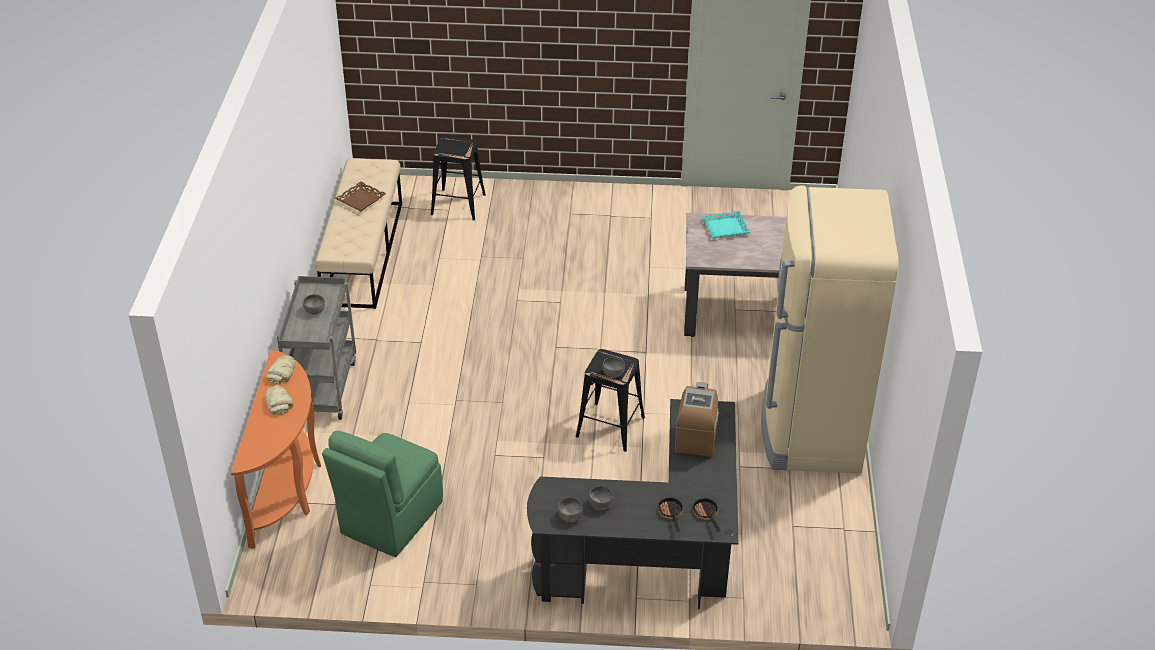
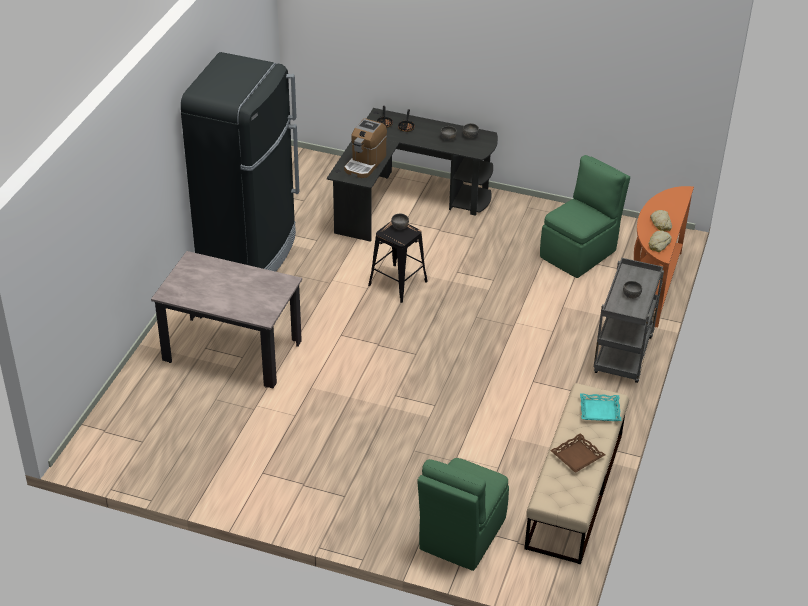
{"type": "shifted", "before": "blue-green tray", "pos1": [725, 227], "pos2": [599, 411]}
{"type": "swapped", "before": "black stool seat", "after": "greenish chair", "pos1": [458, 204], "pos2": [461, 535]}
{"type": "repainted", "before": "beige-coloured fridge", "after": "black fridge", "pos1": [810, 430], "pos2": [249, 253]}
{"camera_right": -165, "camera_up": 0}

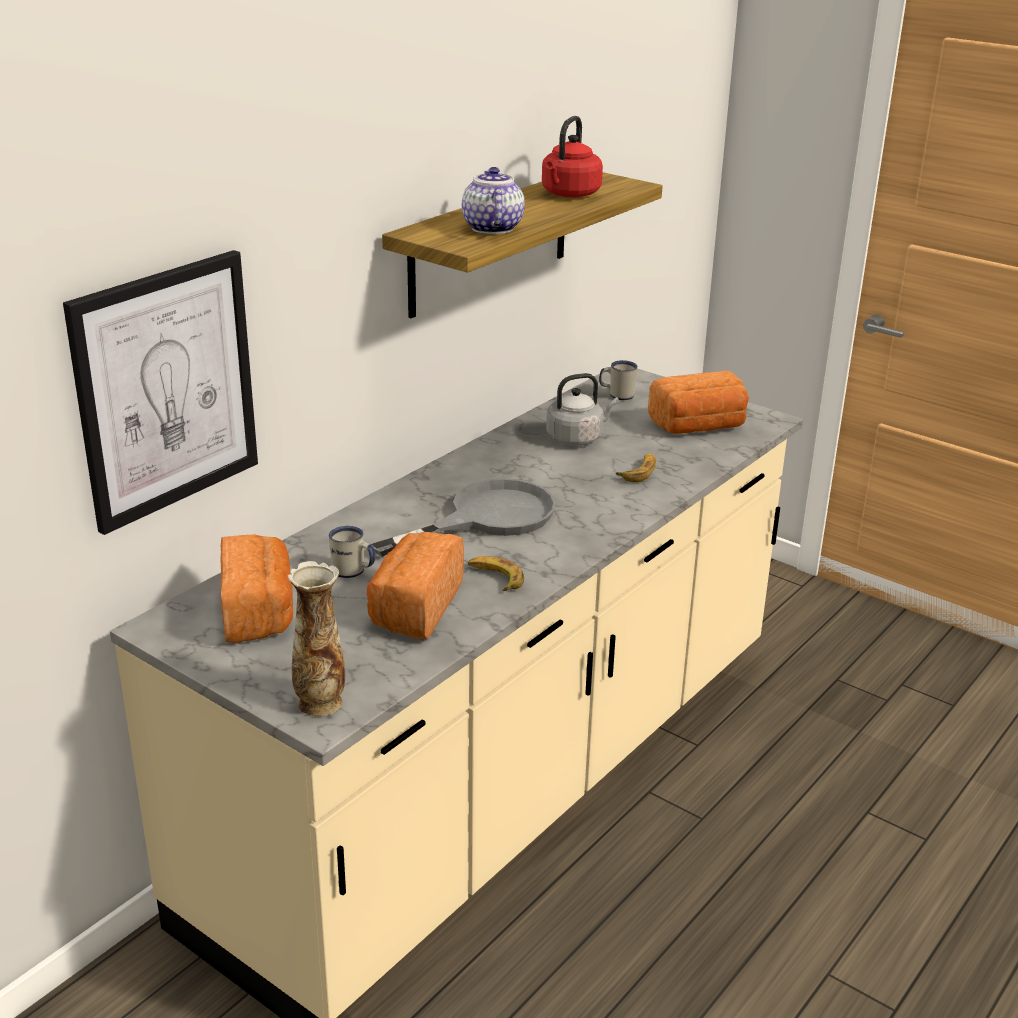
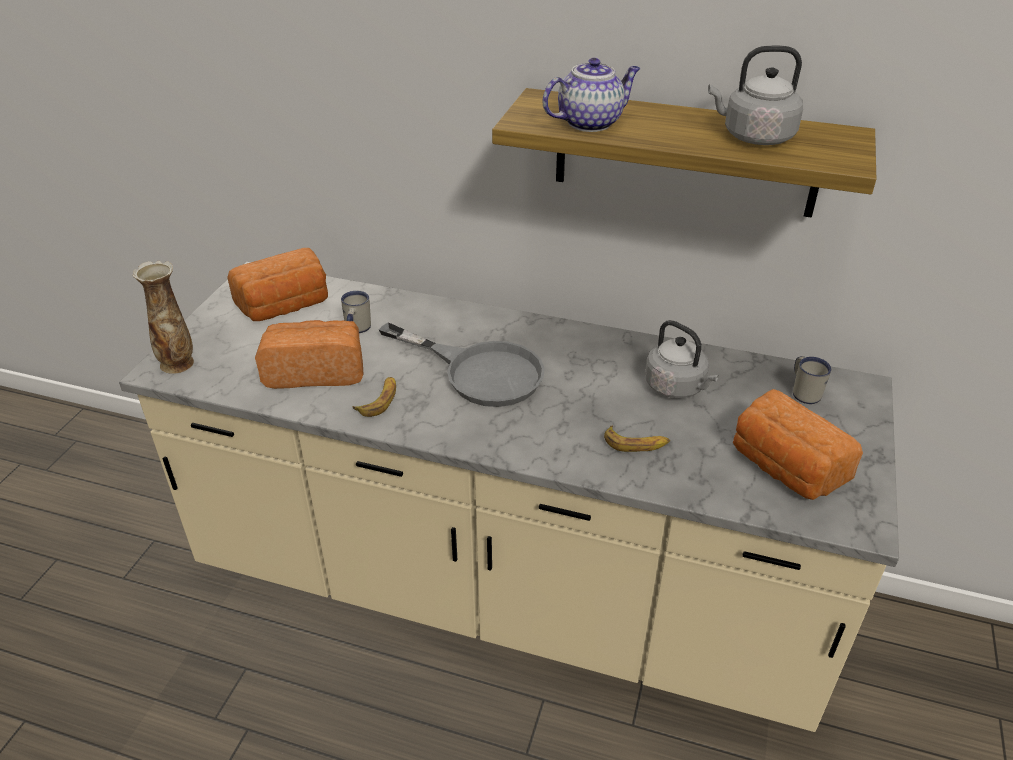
{"type": "gone", "before": "wall picture", "pos1": [166, 389]}
{"type": "repainted", "before": "red-coloured kettle", "after": "gray kettle", "pos1": [569, 194], "pos2": [754, 137]}
{"camera_right": 70, "camera_up": 10}

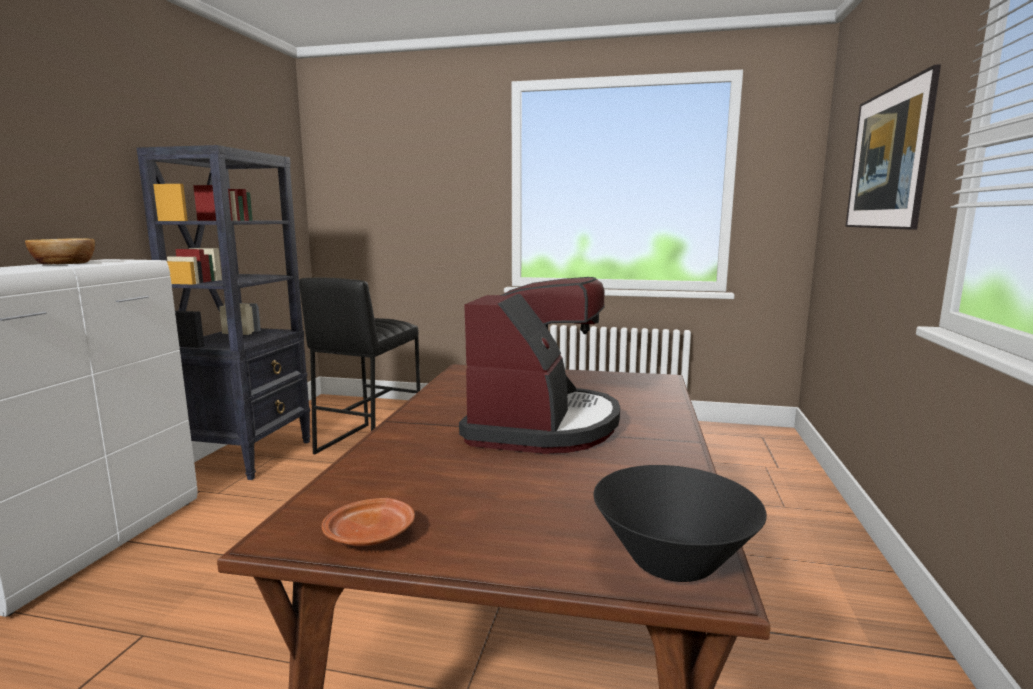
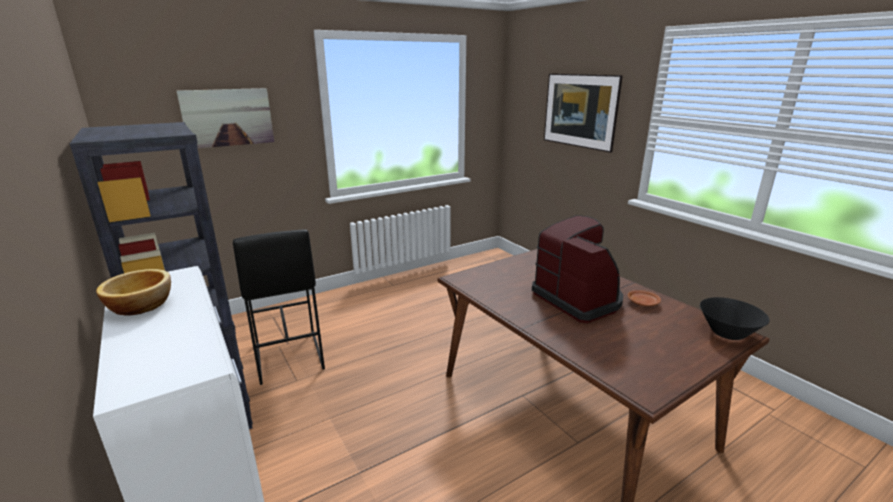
{"type": "new", "after": "wall picture", "pos2": [228, 117]}
{"type": "shifted", "before": "brown flat dish", "pos1": [371, 535], "pos2": [643, 303]}
{"camera_right": -45, "camera_up": 10}

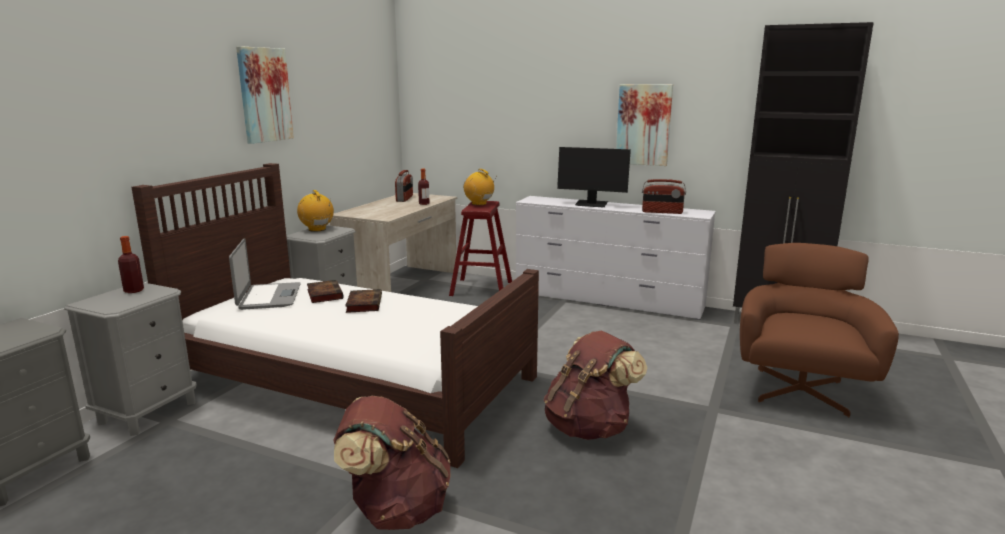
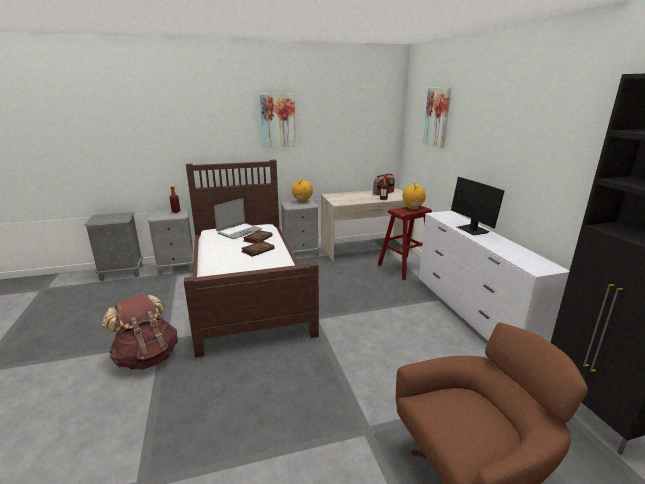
{"type": "gone", "before": "brown rucksack", "pos1": [589, 427]}
{"type": "gone", "before": "radio set", "pos1": [662, 212]}
{"type": "shifted", "before": "wall picture", "pos1": [643, 124], "pos2": [437, 117]}
{"camera_right": 50, "camera_up": 5}

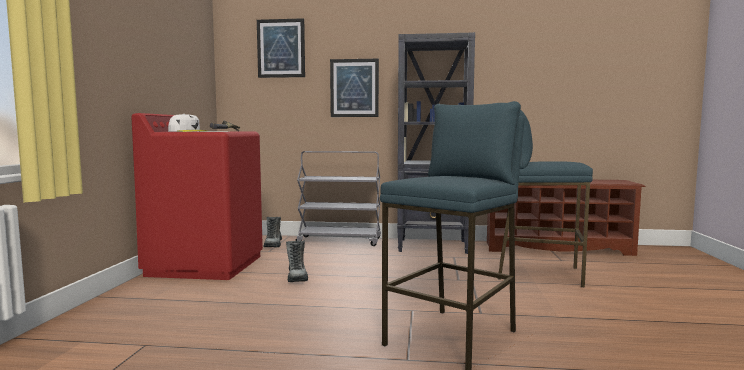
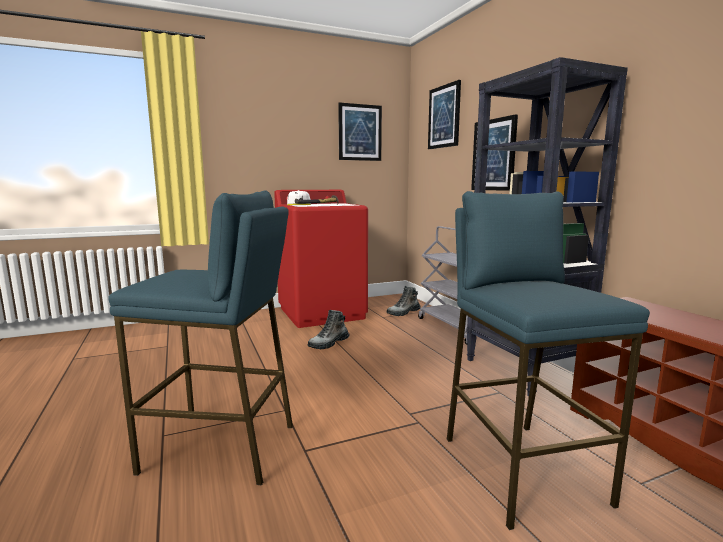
{"type": "new", "after": "wall picture", "pos2": [359, 132]}
{"camera_right": 60, "camera_up": 5}

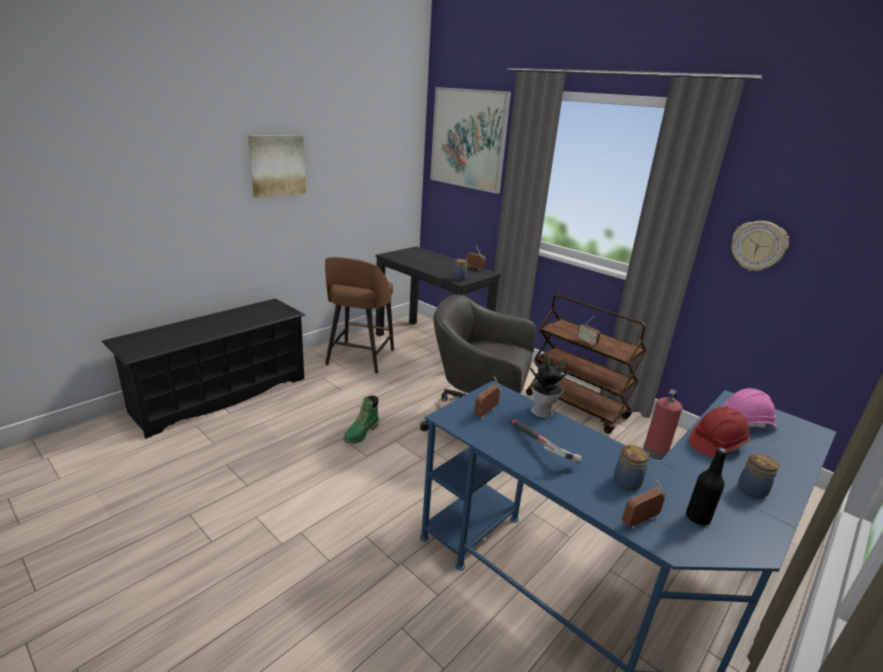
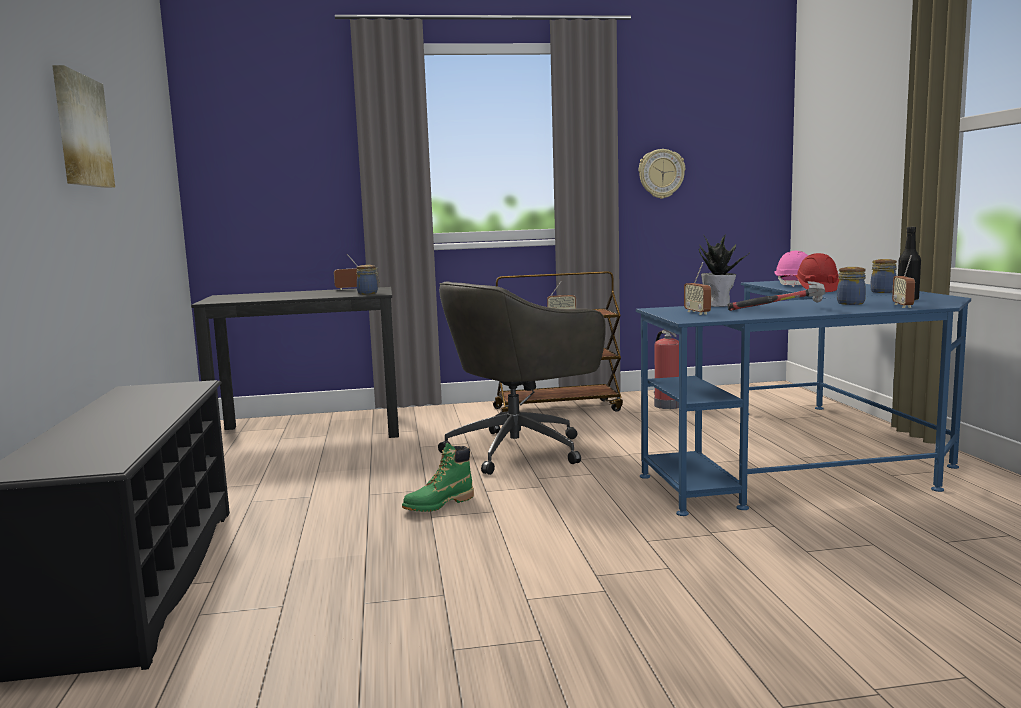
{"type": "gone", "before": "brown stool seat", "pos1": [359, 358]}
{"type": "gone", "before": "wall picture", "pos1": [468, 139]}
{"type": "rotated", "before": "greenish tall boot", "pos1": [361, 433], "pos2": [438, 505], "turn": 75}
{"camera_right": -50, "camera_up": -15}

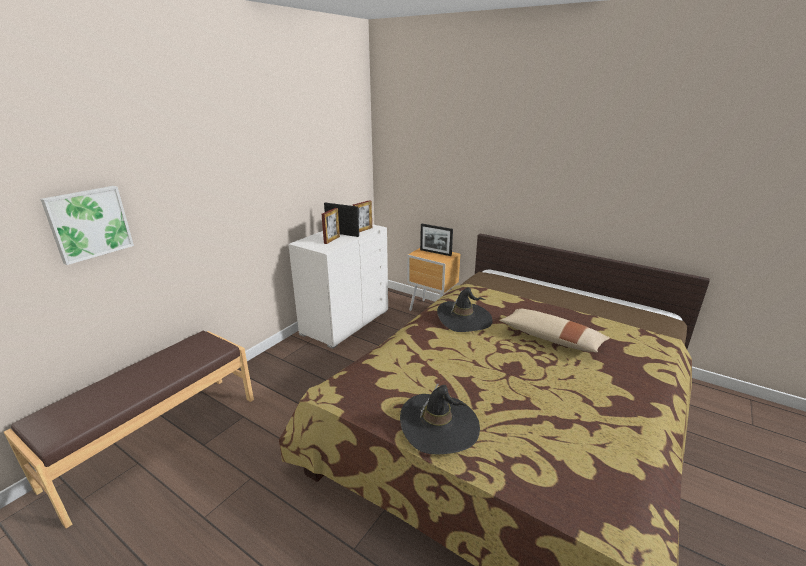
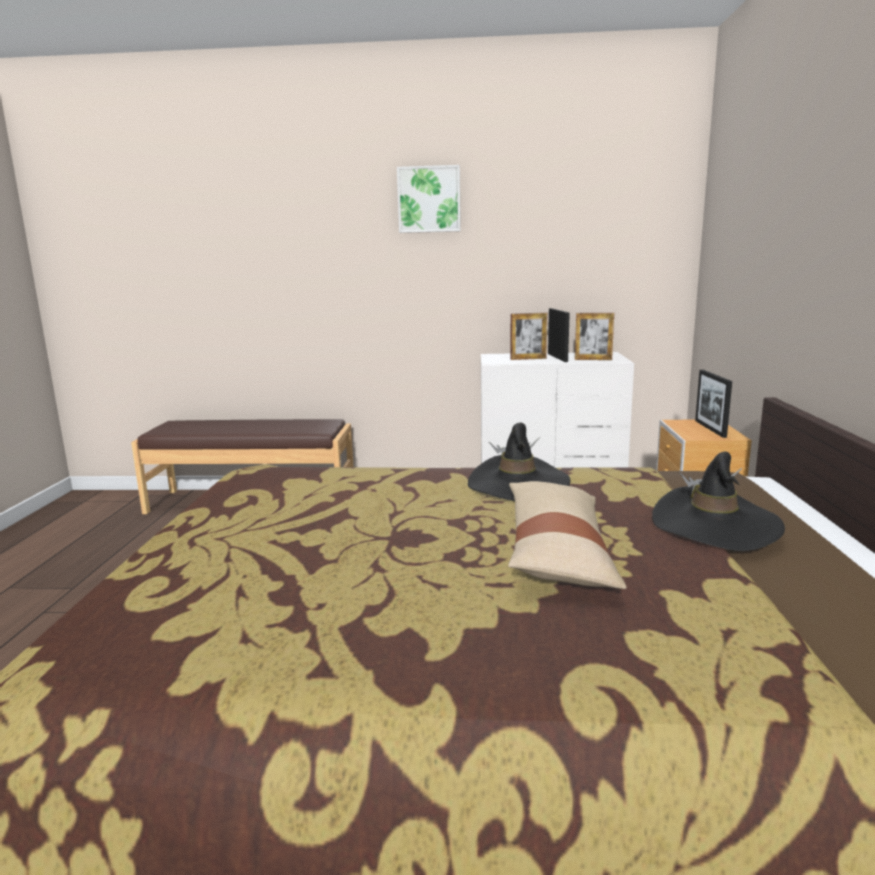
{"type": "shifted", "before": "wall picture", "pos1": [89, 223], "pos2": [429, 199]}
{"type": "shifted", "before": "black clothing hat", "pos1": [439, 426], "pos2": [715, 525]}
{"camera_right": 60, "camera_up": -10}

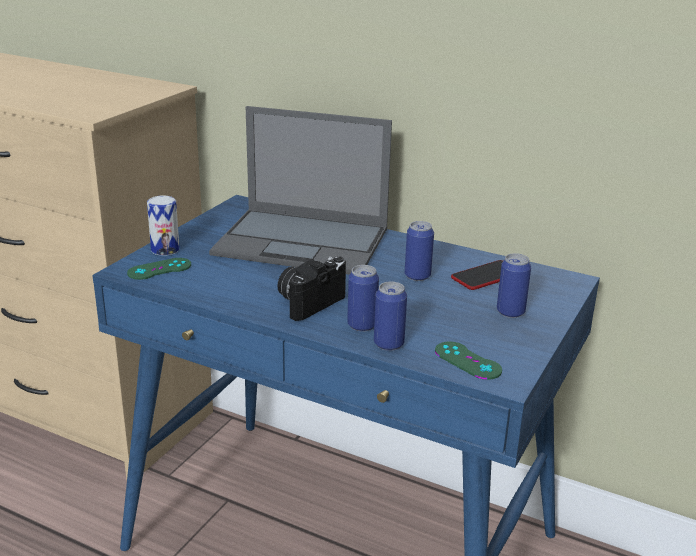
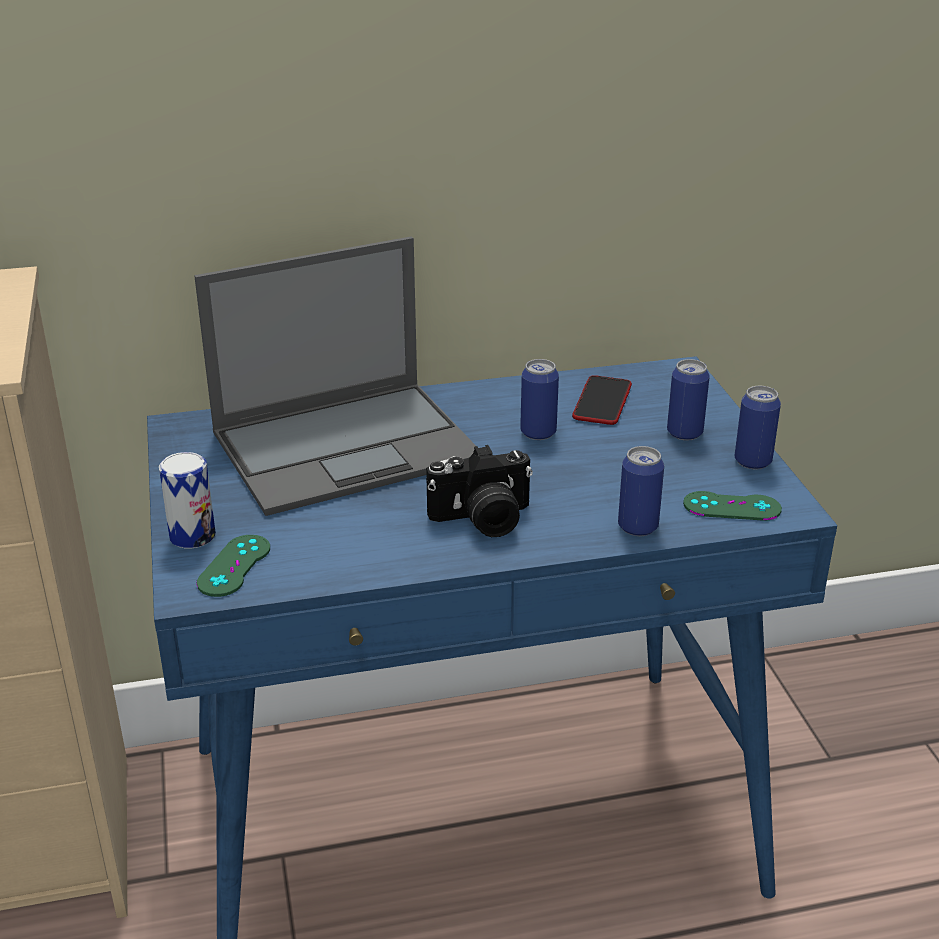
{"type": "shifted", "before": "metal can", "pos1": [362, 325], "pos2": [752, 461]}
{"type": "rotated", "before": "photo camera", "pos1": [308, 302], "pos2": [482, 520], "turn": -105}
{"camera_right": -40, "camera_up": 5}

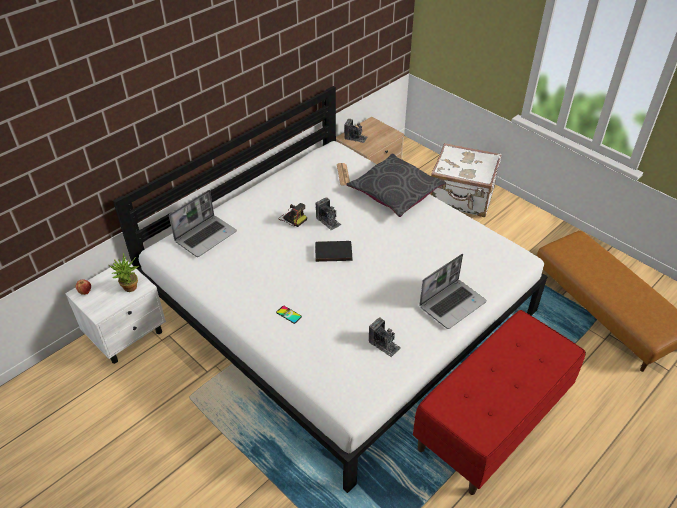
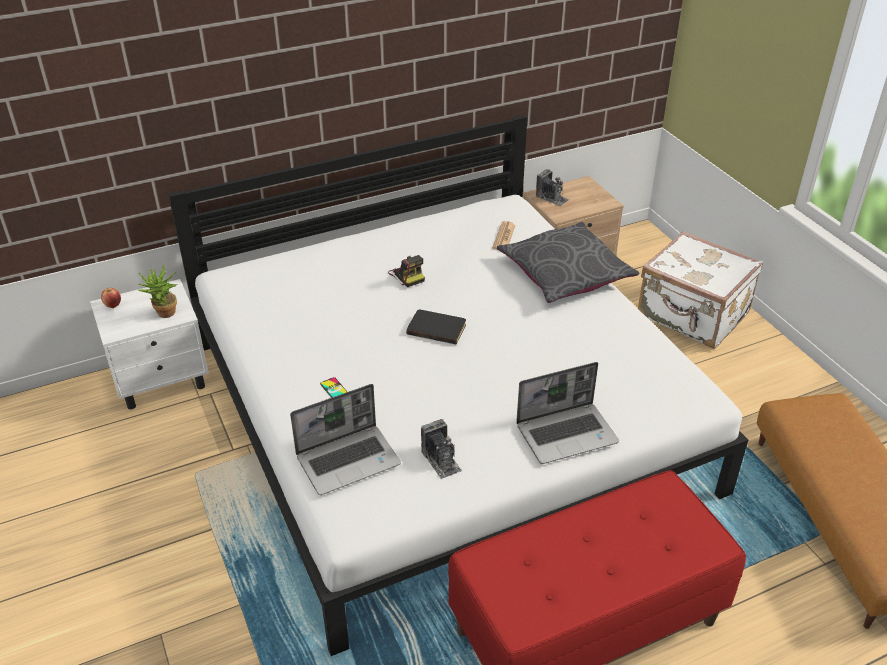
{"type": "gone", "before": "photo camera", "pos1": [328, 221]}
{"type": "shifted", "before": "notebook computer", "pos1": [206, 236], "pos2": [349, 460]}
{"camera_right": 20, "camera_up": -5}

